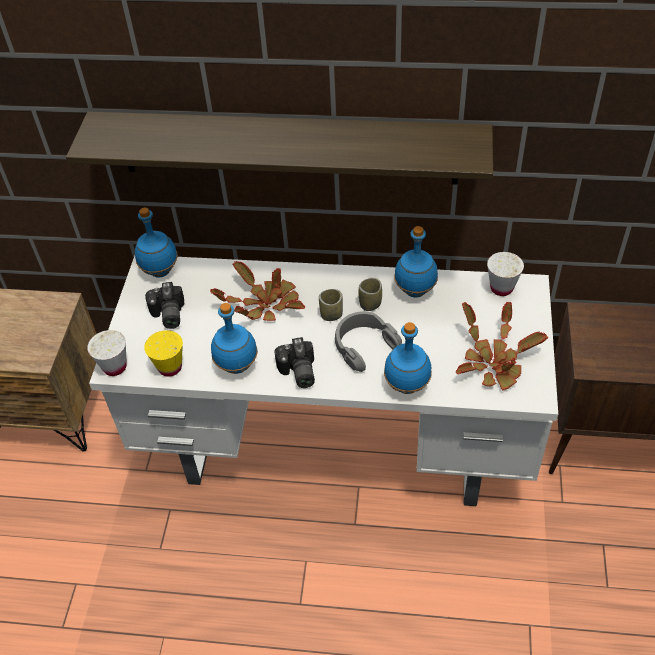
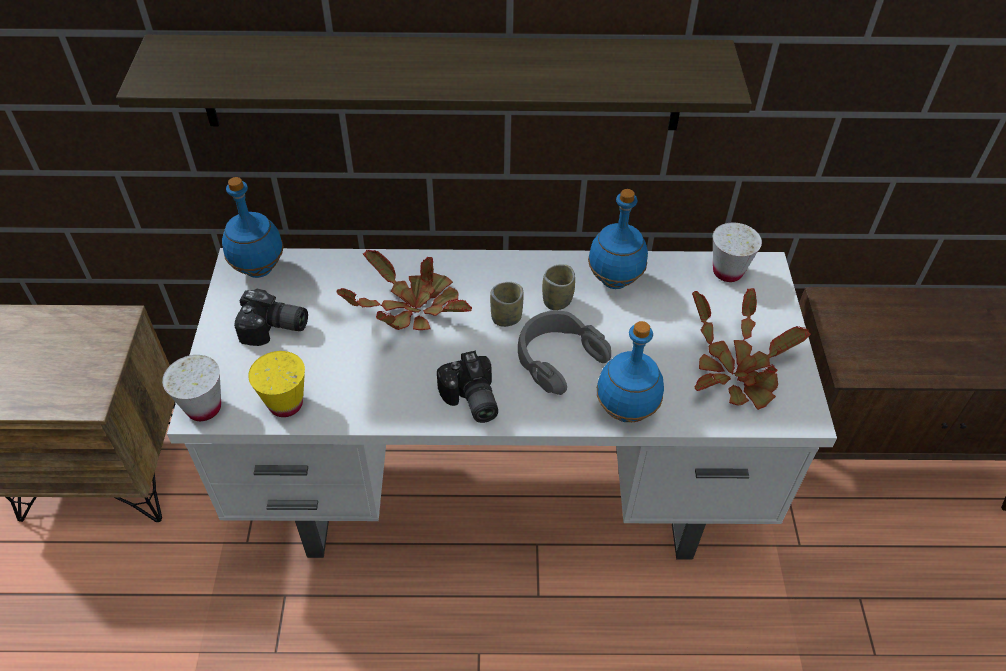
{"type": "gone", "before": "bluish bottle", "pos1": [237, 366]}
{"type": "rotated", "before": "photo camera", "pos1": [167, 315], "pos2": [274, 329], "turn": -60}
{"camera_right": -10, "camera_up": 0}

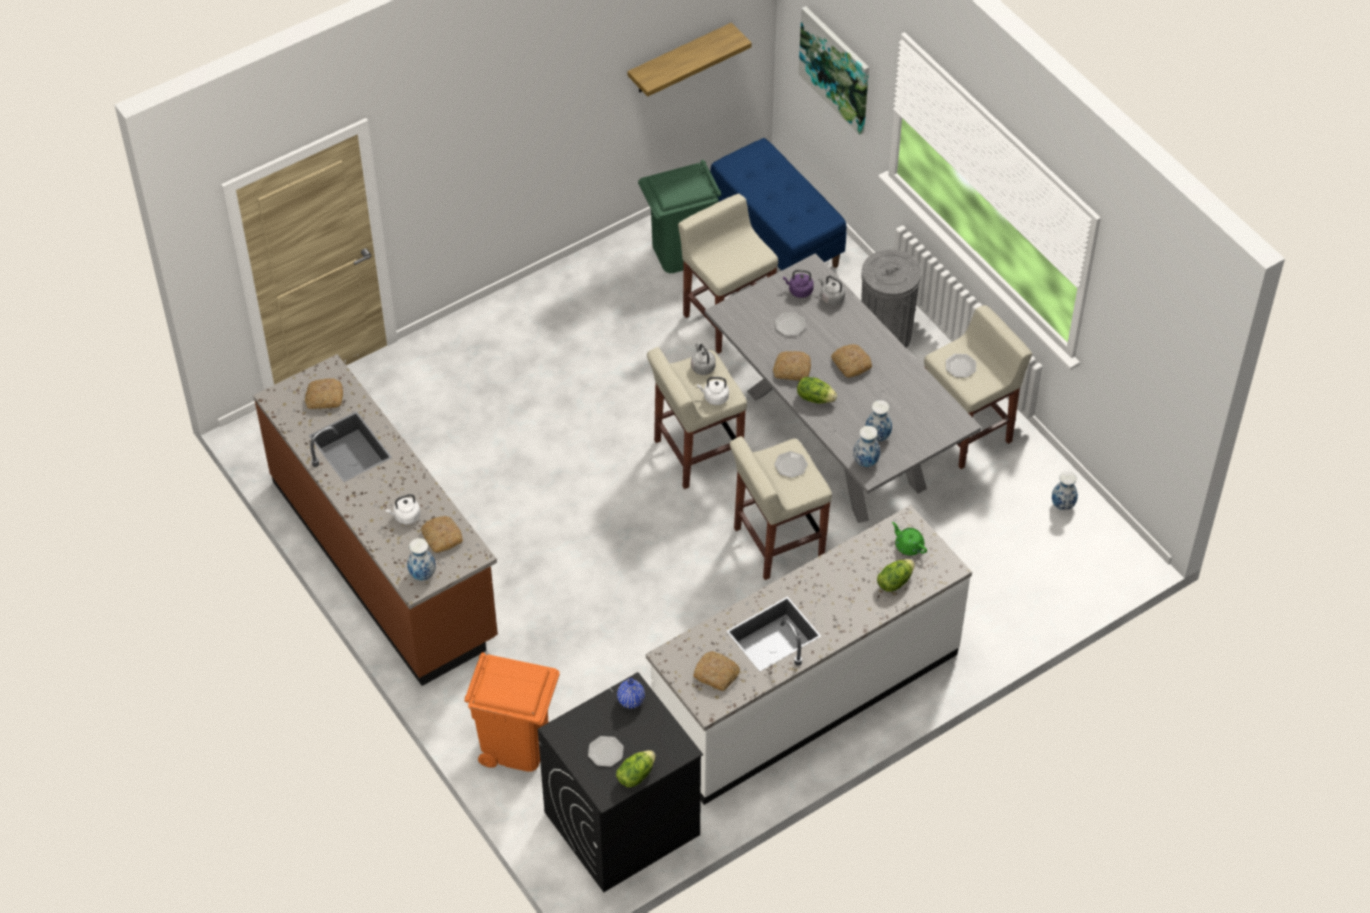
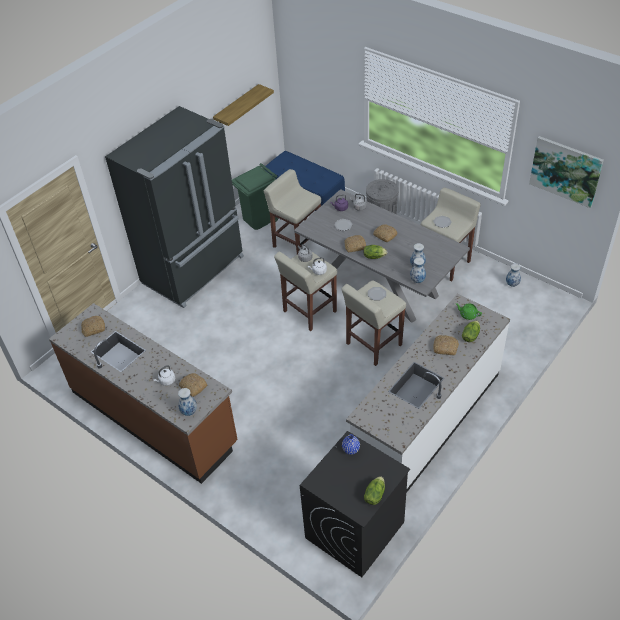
{"type": "gone", "before": "orangey rubbish bin", "pos1": [516, 744]}
{"type": "gone", "before": "flat dish", "pos1": [606, 752]}
{"type": "new", "after": "black fridge", "pos2": [195, 270]}
{"type": "shifted", "before": "bakery bread", "pos1": [717, 674], "pos2": [445, 347]}
{"type": "shifted", "before": "wall picture", "pos1": [835, 69], "pos2": [565, 171]}
{"camera_right": -15, "camera_up": -5}

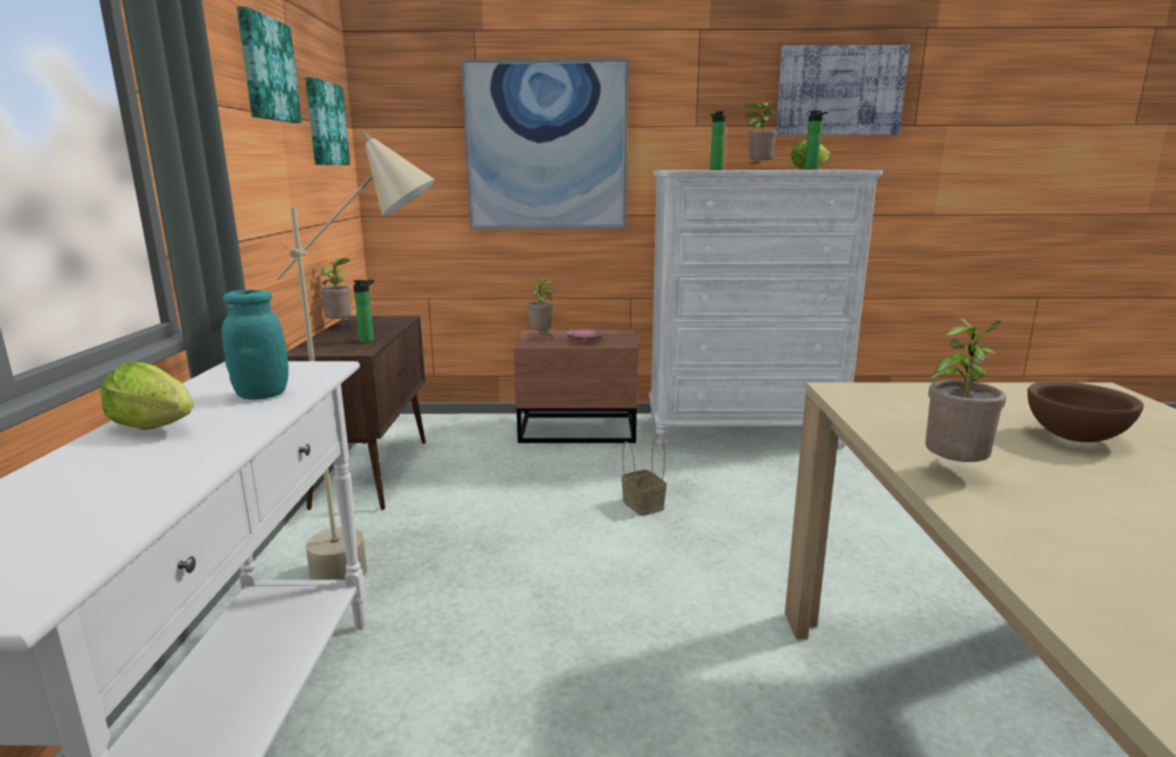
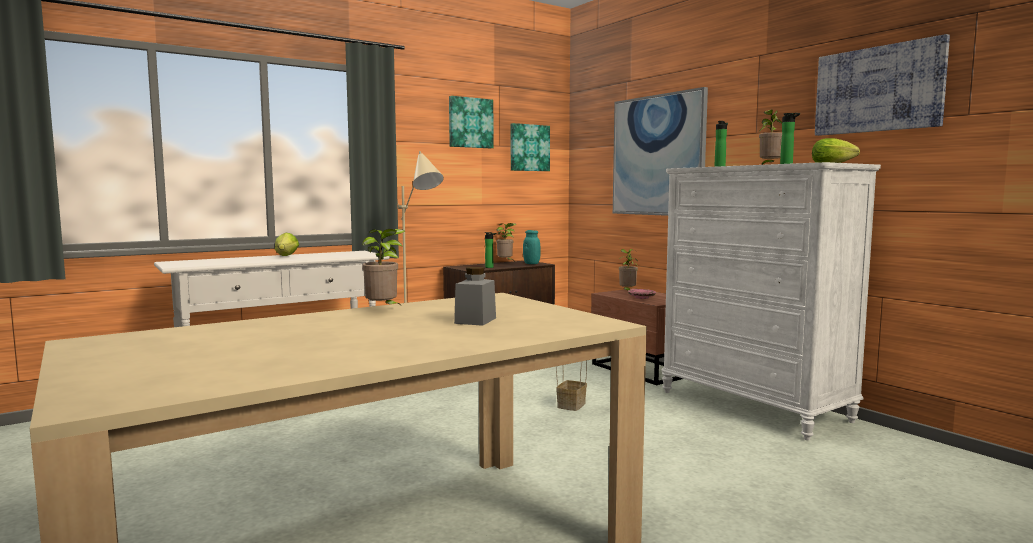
{"type": "shifted", "before": "blue-green preserve jar", "pos1": [262, 394], "pos2": [531, 263]}
{"type": "swapped", "before": "brown deep dish", "after": "gray preserve jar", "pos1": [1076, 438], "pos2": [475, 320]}
{"camera_right": 55, "camera_up": -10}

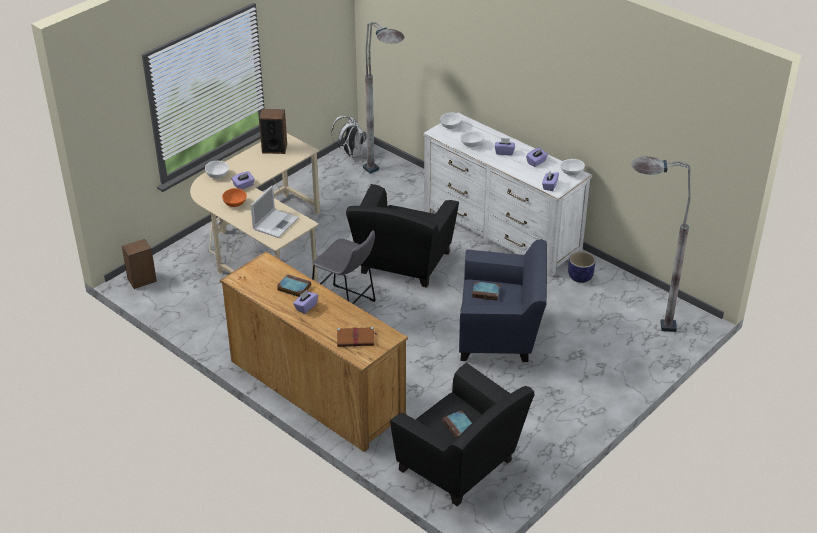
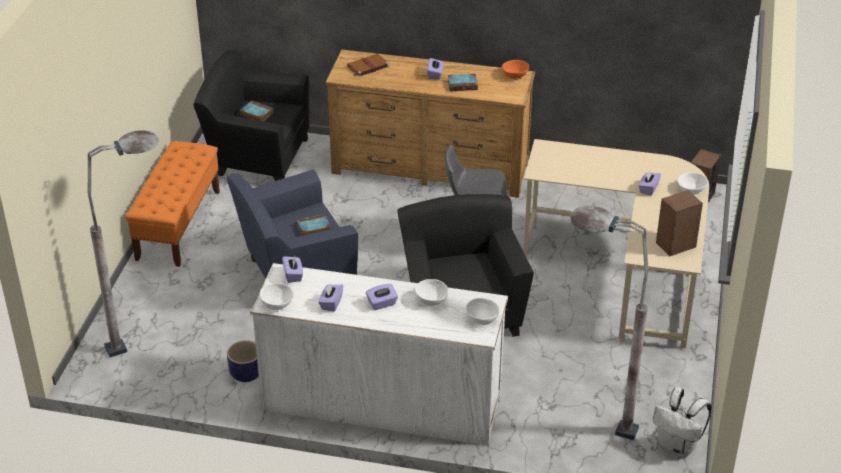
{"type": "gone", "before": "notebook computer", "pos1": [276, 223]}
{"type": "new", "after": "orangey indoor bench", "pos2": [178, 225]}
{"type": "shifted", "before": "orangey deep dish", "pos1": [234, 203], "pos2": [515, 75]}
{"camera_right": 150, "camera_up": 0}

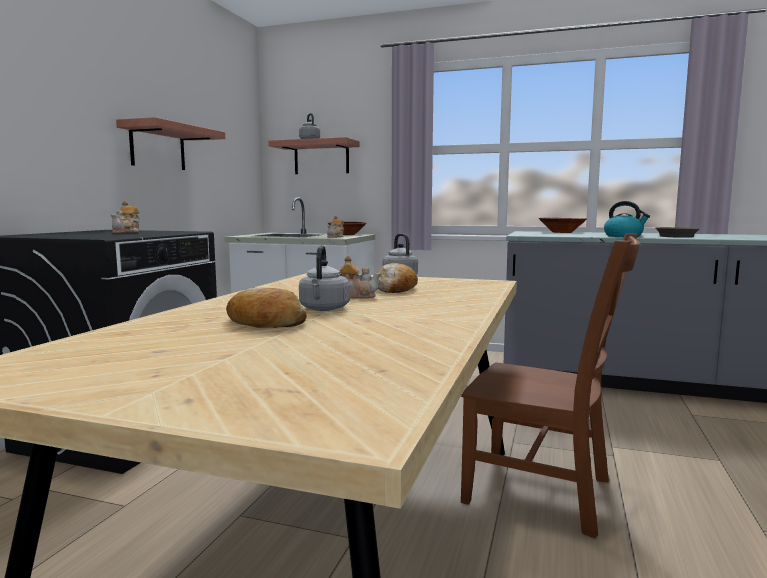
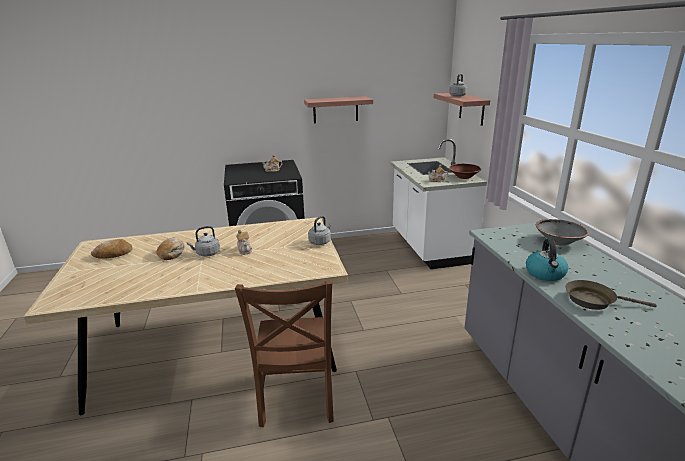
{"type": "shifted", "before": "bakery bread", "pos1": [395, 289], "pos2": [113, 254]}
{"type": "repainted", "before": "brown deep dish", "after": "gray deep dish", "pos1": [561, 232], "pos2": [558, 241]}
{"camera_right": 60, "camera_up": 15}

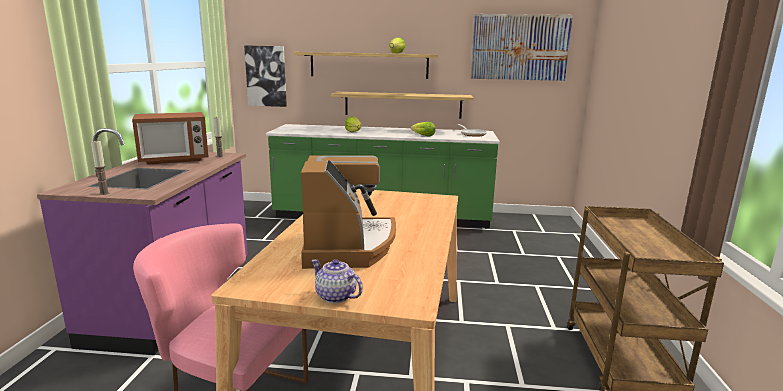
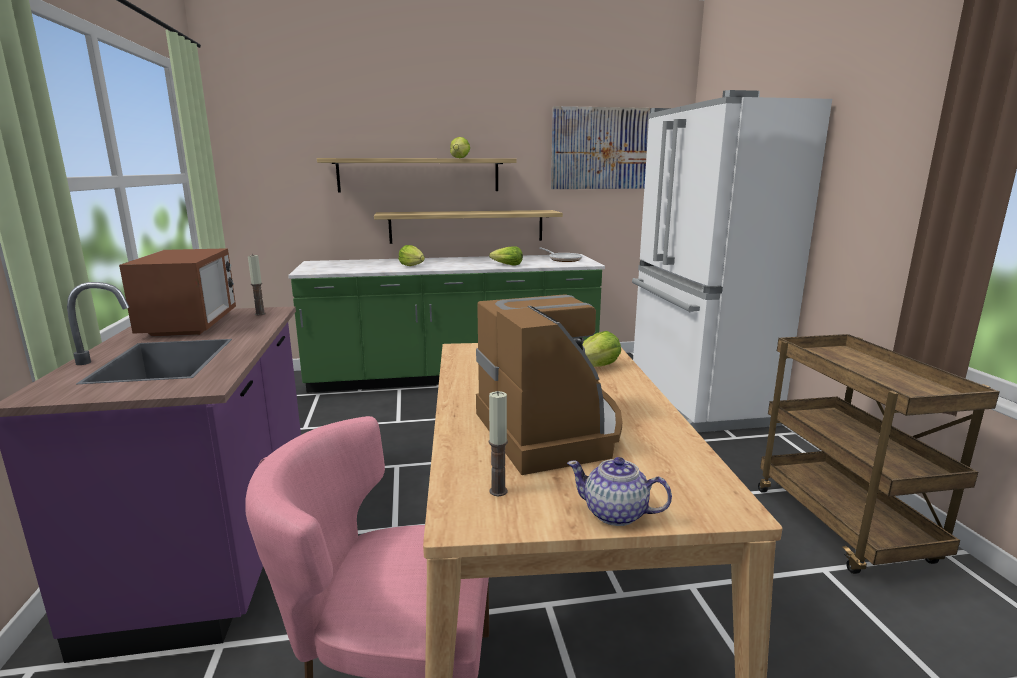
{"type": "gone", "before": "wall picture", "pos1": [266, 76]}
{"type": "new", "after": "lettuce head", "pos2": [597, 367]}
{"type": "new", "after": "white fridge", "pos2": [695, 400]}
{"type": "shifted", "before": "wax candle", "pos1": [104, 193], "pos2": [498, 491]}
{"type": "rotated", "before": "kitchen microwave", "pos1": [174, 160], "pos2": [190, 325], "turn": -60}
{"camera_right": -15, "camera_up": 0}

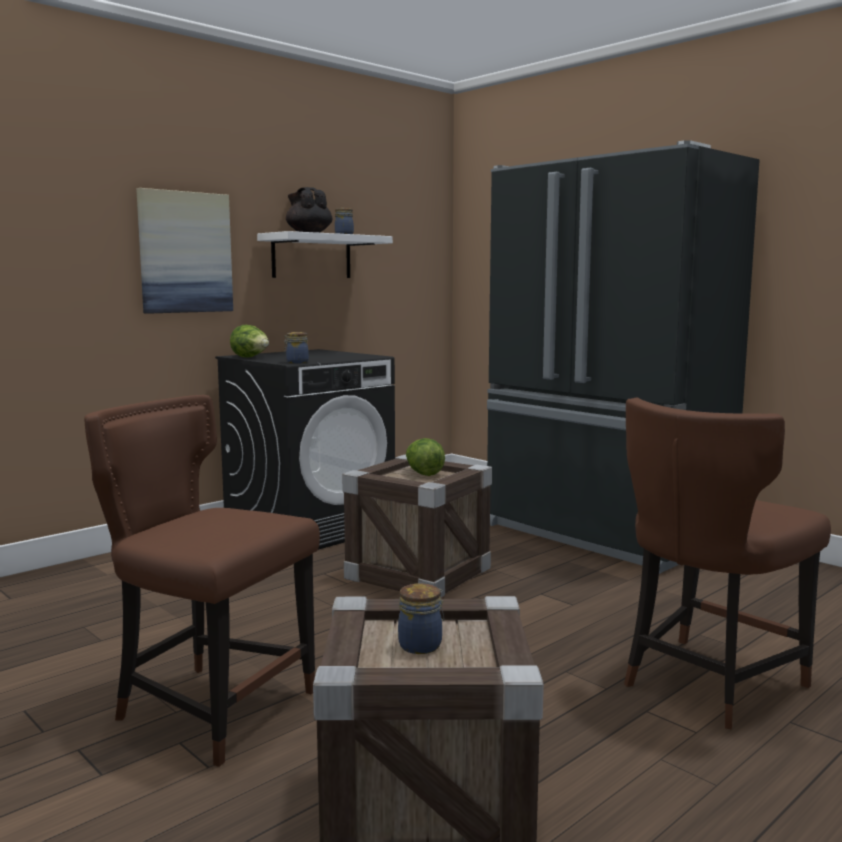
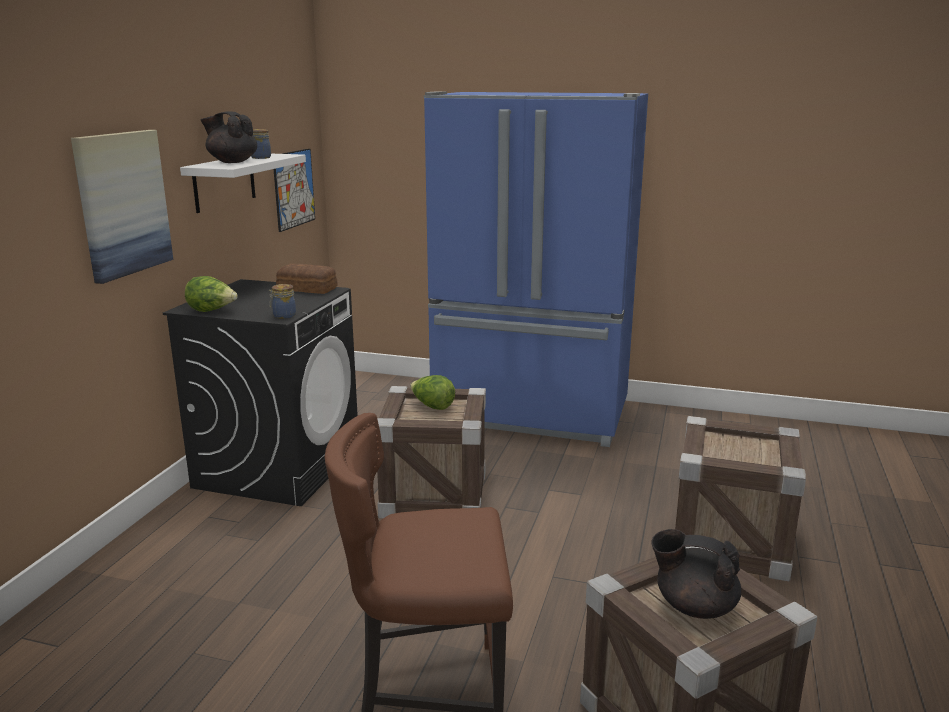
{"type": "new", "after": "wall picture", "pos2": [294, 189]}
{"type": "new", "after": "bakery bread", "pos2": [307, 289]}
{"type": "swapped", "before": "preserve jar", "after": "black teapot", "pos1": [422, 645], "pos2": [694, 606]}
{"type": "swapped", "before": "brown chair", "after": "packing crate", "pos1": [707, 684], "pos2": [729, 541]}
{"type": "repainted", "before": "black fridge", "after": "bluish fridge", "pos1": [602, 535], "pos2": [531, 415]}
{"camera_right": -30, "camera_up": 10}

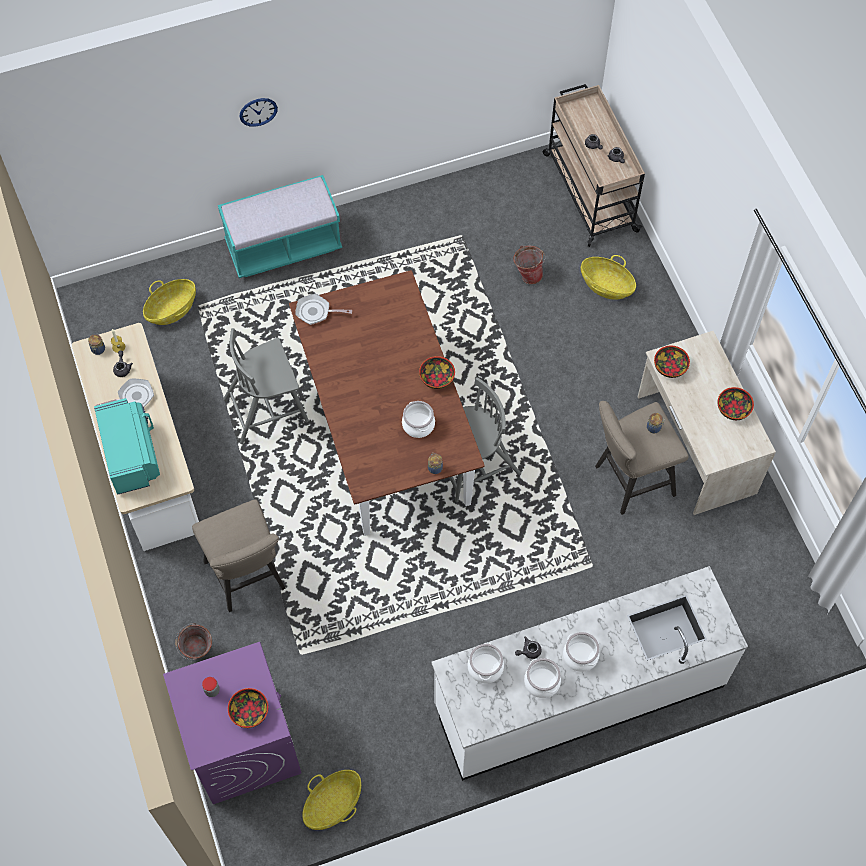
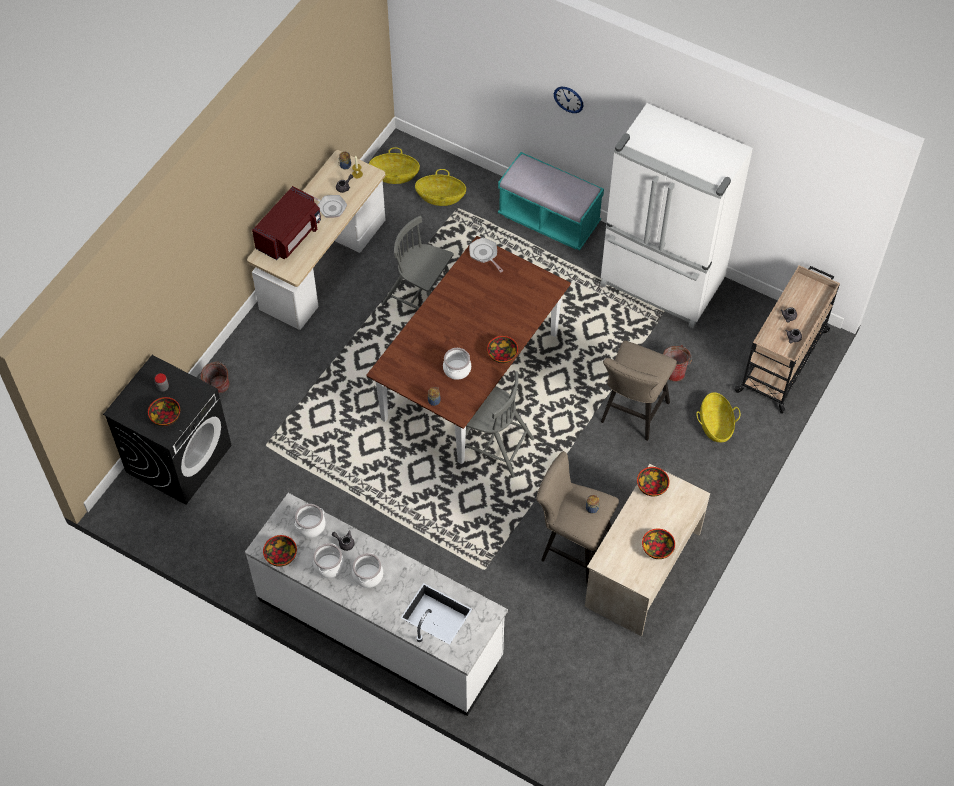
{"type": "new", "after": "deep dish", "pos2": [280, 555]}
{"type": "new", "after": "white fridge", "pos2": [661, 284]}
{"type": "shifted", "before": "beige-coloured stool seat", "pos1": [248, 579], "pos2": [631, 415]}
{"type": "shifted", "before": "household basket", "pos1": [333, 804], "pos2": [394, 175]}
{"type": "repainted", "before": "blue-green kitchen microwave", "after": "red-coloured kitchen microwave", "pos1": [131, 454], "pos2": [290, 236]}
{"type": "repainted", "before": "purple laundry appliance", "after": "black laundry appliance", "pos1": [242, 743], "pos2": [179, 458]}
{"camera_right": 50, "camera_up": -5}

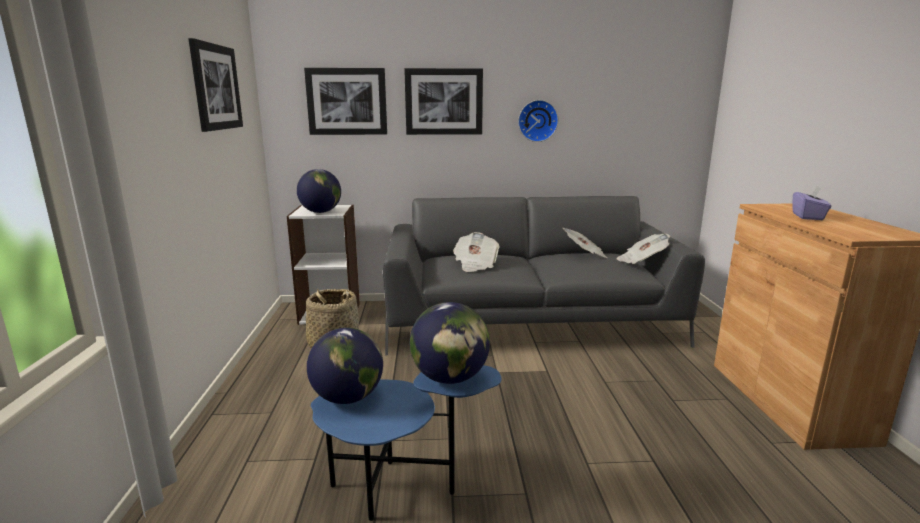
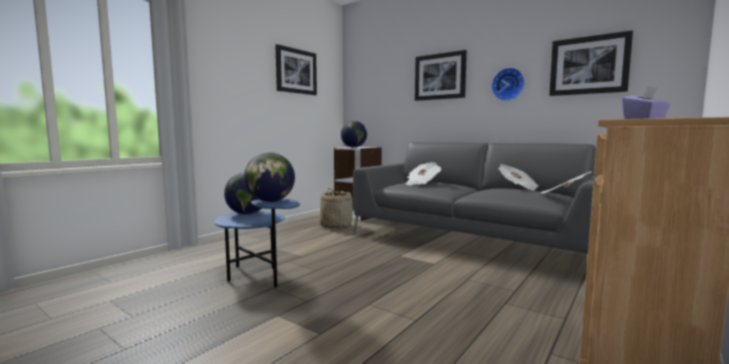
{"type": "shifted", "before": "wall picture", "pos1": [347, 101], "pos2": [588, 65]}
{"camera_right": 40, "camera_up": -10}

